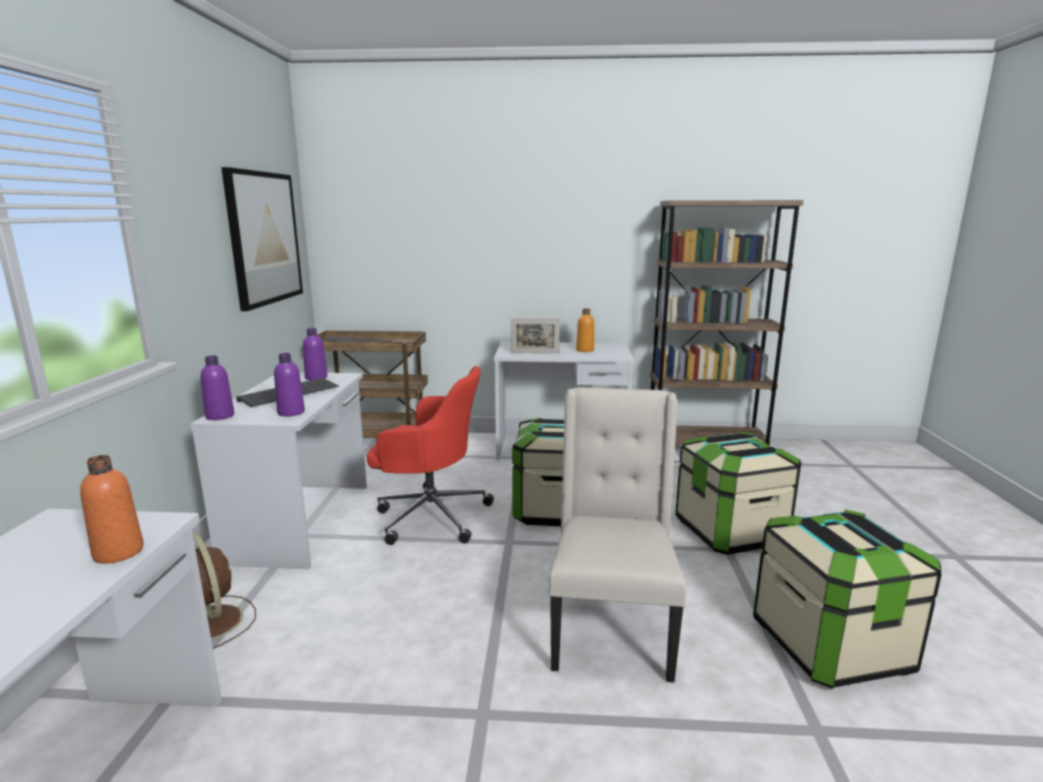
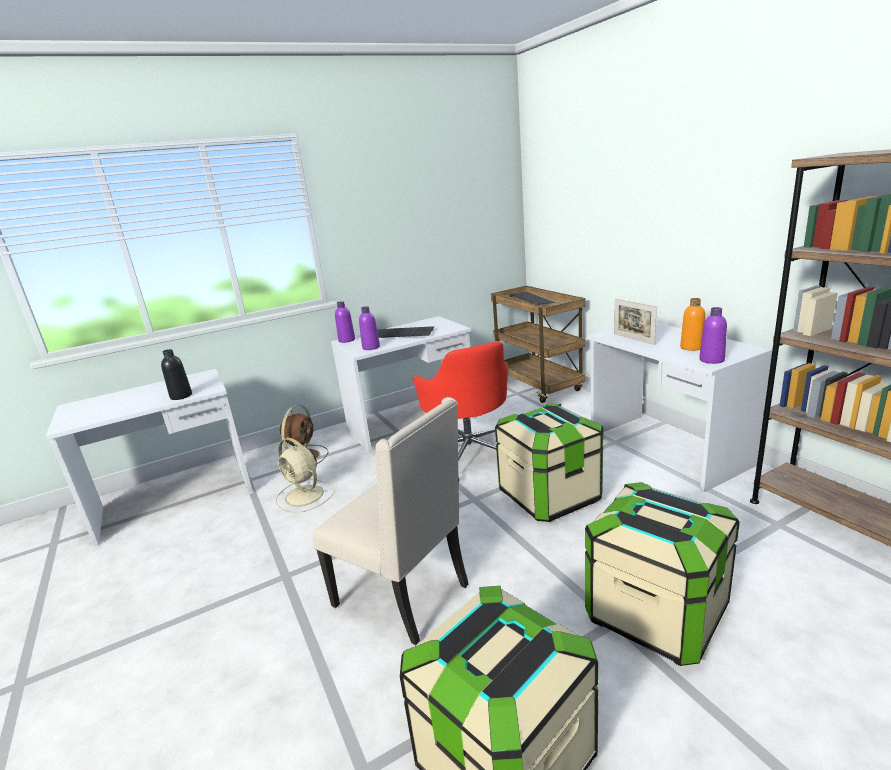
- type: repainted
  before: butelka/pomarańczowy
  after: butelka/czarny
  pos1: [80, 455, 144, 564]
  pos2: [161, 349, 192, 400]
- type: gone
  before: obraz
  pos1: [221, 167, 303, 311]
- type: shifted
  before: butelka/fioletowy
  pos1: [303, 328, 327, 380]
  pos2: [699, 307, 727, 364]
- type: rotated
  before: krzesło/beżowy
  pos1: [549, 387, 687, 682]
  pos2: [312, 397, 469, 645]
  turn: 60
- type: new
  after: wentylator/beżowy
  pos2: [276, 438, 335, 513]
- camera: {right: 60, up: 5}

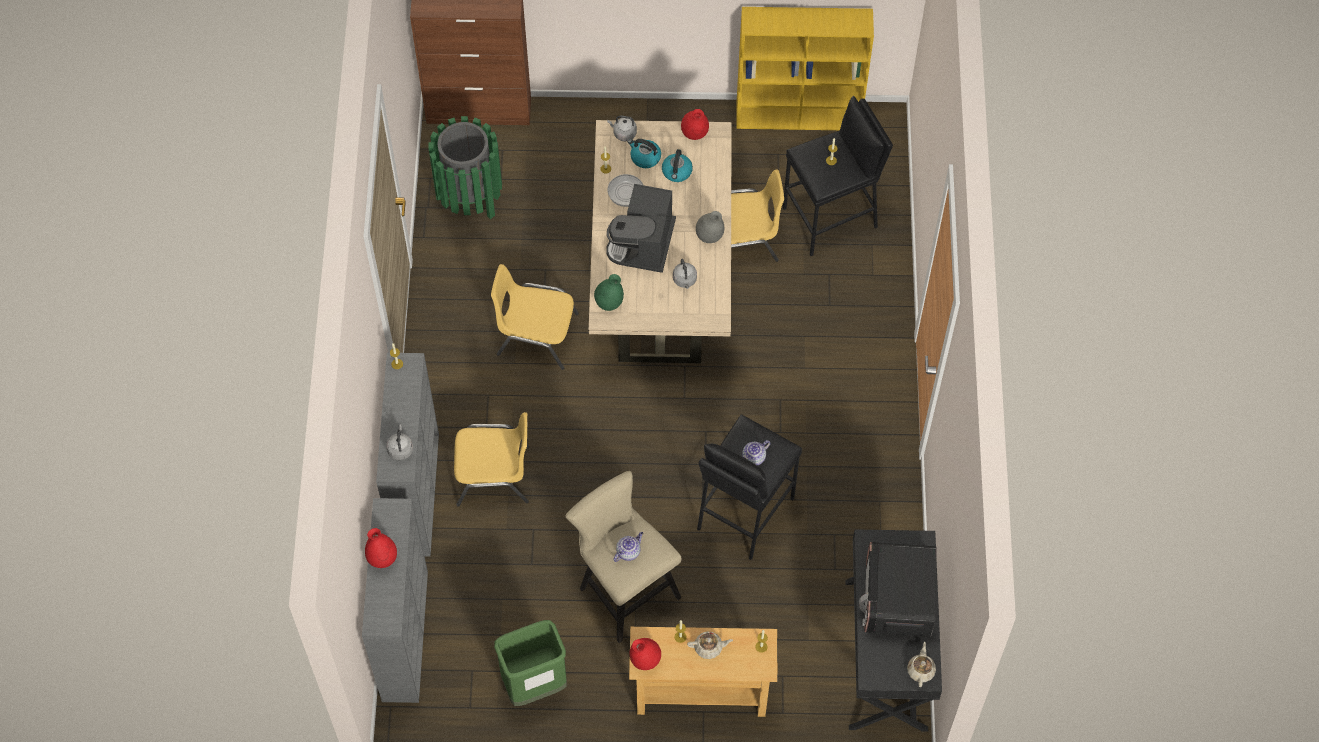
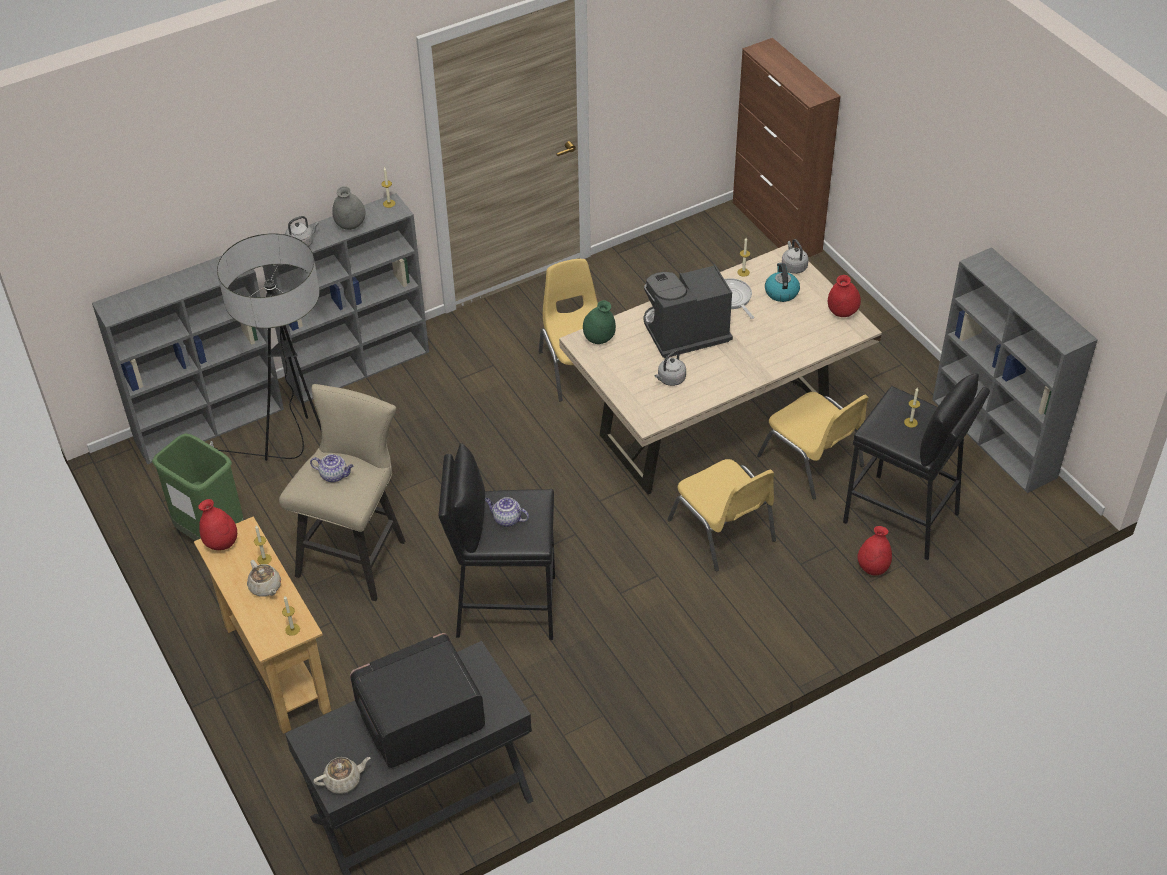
- type: shifted
  before: wazon/czerwony
  pos1: [365, 528, 397, 568]
  pos2: [857, 526, 892, 576]
- type: gone
  before: kosz na śmieci/zielony
  pos1: [428, 116, 502, 219]
- type: shifted
  before: krzesło/żółty
  pos1: [454, 412, 529, 507]
  pos2: [668, 459, 776, 571]
- type: gone
  before: czajnik
  pos1: [662, 149, 693, 182]
- type: shifted
  before: wazon/szary
  pos1: [696, 211, 724, 243]
  pos2: [332, 186, 366, 230]
- type: repainted
  before: regał/żółty
  after: regał/szary
  pos1: [736, 7, 874, 130]
  pos2: [932, 247, 1098, 493]
- type: new
  after: lampa stojąca
  pos2: [210, 233, 321, 461]
- camera: {right: 60, up: -15}

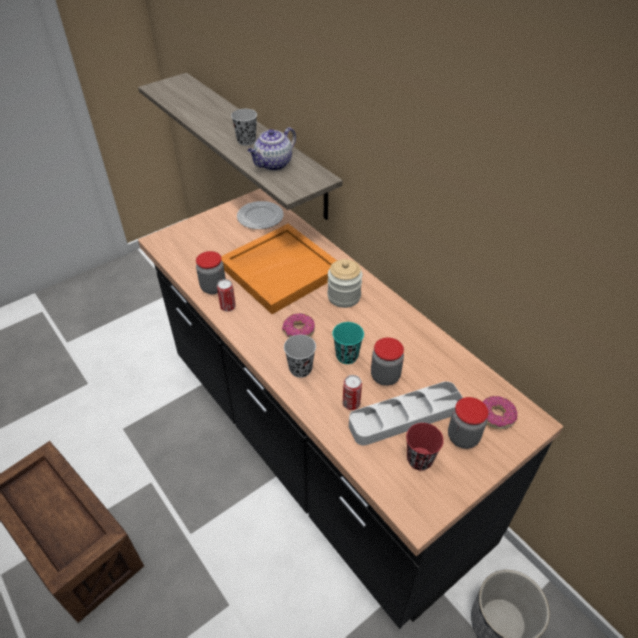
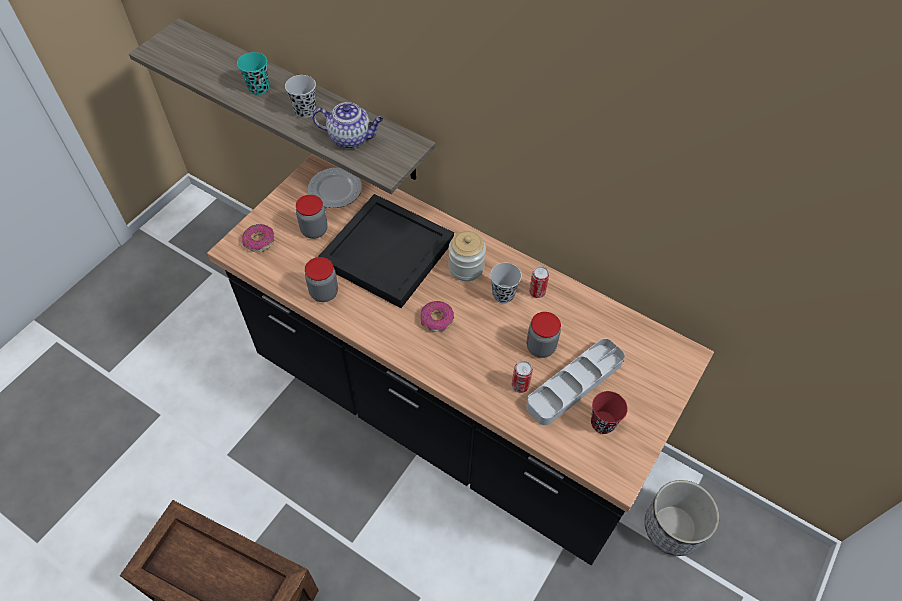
- type: shifted
  before: puszka
  pos1: [217, 279, 236, 312]
  pos2: [529, 266, 549, 298]
- type: repainted
  before: taca/pomarańczowy
  after: taca/czarny
  pos1: [221, 224, 337, 314]
  pos2: [318, 194, 454, 308]
- type: rotated
  before: imbryk
  pos1: [247, 127, 296, 171]
  pos2: [312, 102, 384, 148]
  turn: -105
- type: shifted
  before: filiżanka/czarny
  pos1: [284, 335, 316, 378]
  pos2: [490, 262, 522, 303]
- type: shifted
  before: filiżanka/turkusowy
  pos1: [332, 322, 364, 364]
  pos2: [237, 52, 269, 95]
- type: shifted
  before: słoik
  pos1: [448, 397, 488, 449]
  pos2: [296, 195, 328, 239]
- type: shifted
  before: donut
  pos1: [483, 396, 517, 429]
  pos2: [242, 224, 275, 252]
- camera: {right: -20, up: 10}

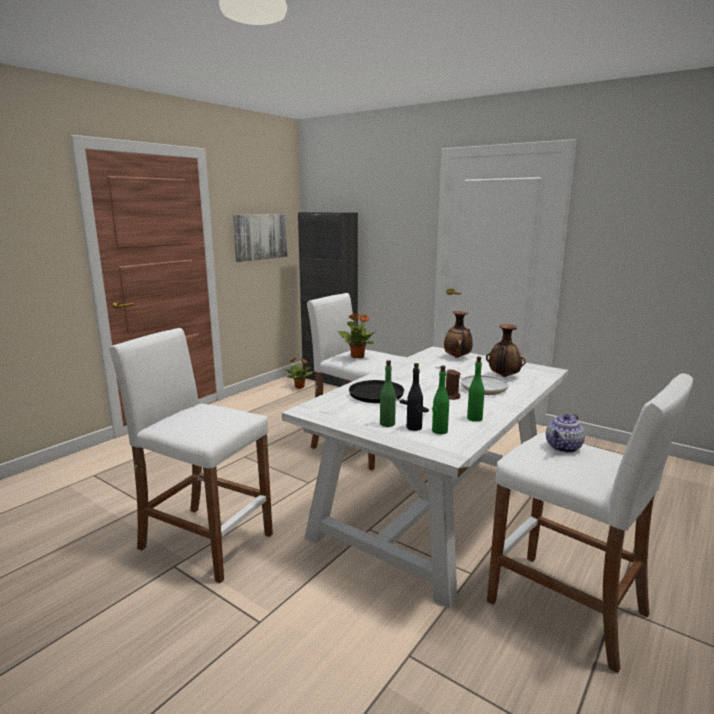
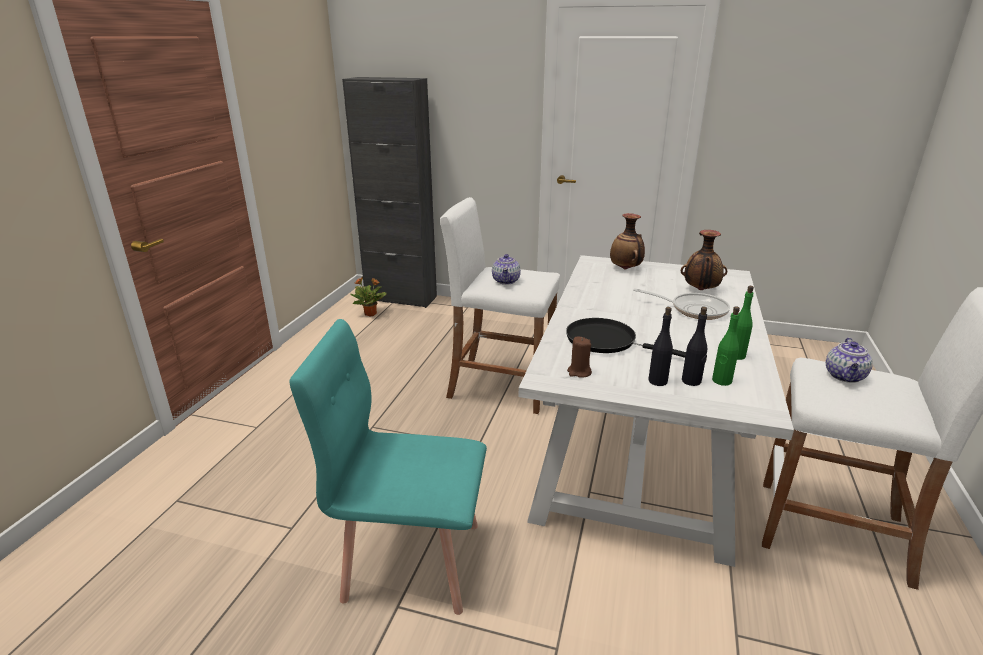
- type: swapped
  before: stołek/biały
  after: krzesło/turkusowy
  pos1: [109, 328, 273, 583]
  pos2: [289, 319, 487, 615]
- type: gone
  before: obraz
  pos1: [233, 214, 288, 262]
- type: swapped
  before: roślina doniczkowa
  after: imbryk
  pos1: [338, 313, 377, 358]
  pos2: [492, 254, 521, 285]
- type: repainted
  before: butelka/zielony
  after: butelka/czarny
  pos1: [380, 360, 396, 427]
  pos2: [648, 307, 673, 386]
- type: shifted
  before: świeca/brązowy
  pos1: [446, 369, 461, 400]
  pos2: [567, 337, 592, 378]
- camera: {right: -20, up: 10}

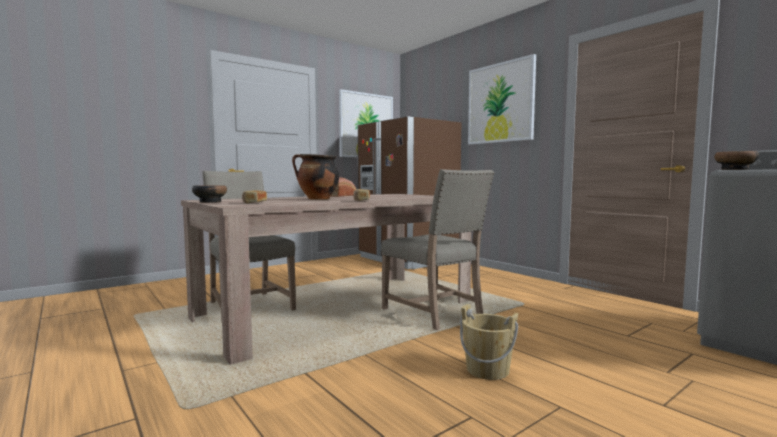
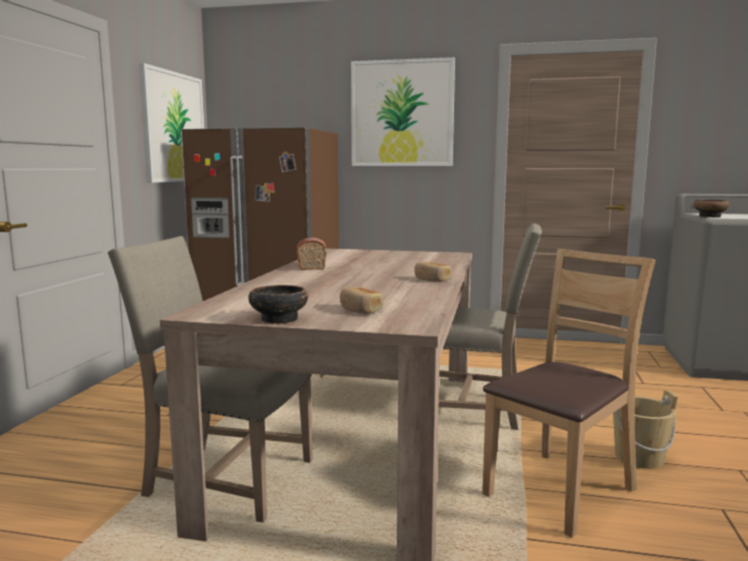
- type: gone
  before: garnek
  pos1: [292, 154, 339, 199]
- type: new
  after: krzesło/brązowy
  pos2: [482, 249, 656, 538]
- camera: {right: -40, up: 5}

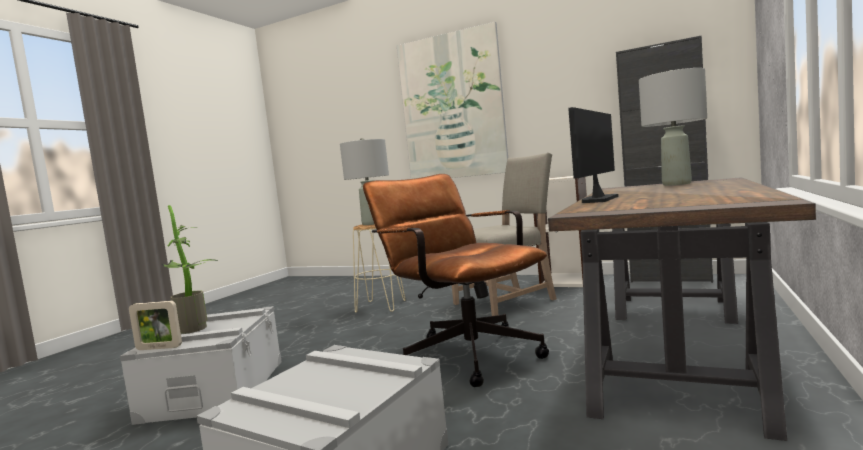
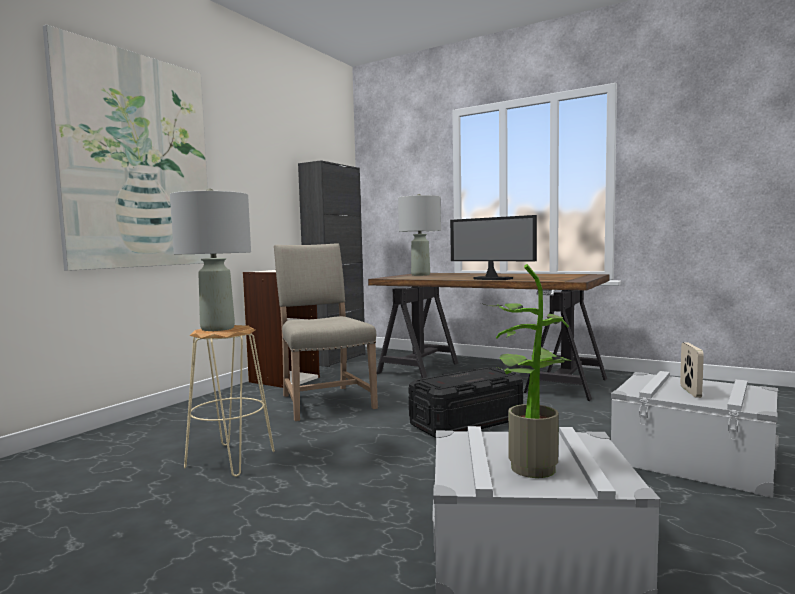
- type: shifted
  before: ramka na zdjęcie
  pos1: [129, 301, 182, 350]
  pos2: [680, 342, 704, 398]
- type: swapped
  before: krzesło biurowe/brązowy
  after: pojemnik do przechowywania/czarny
  pos1: [363, 174, 549, 387]
  pos2: [408, 367, 523, 438]
- camera: {right: -85, up: 0}

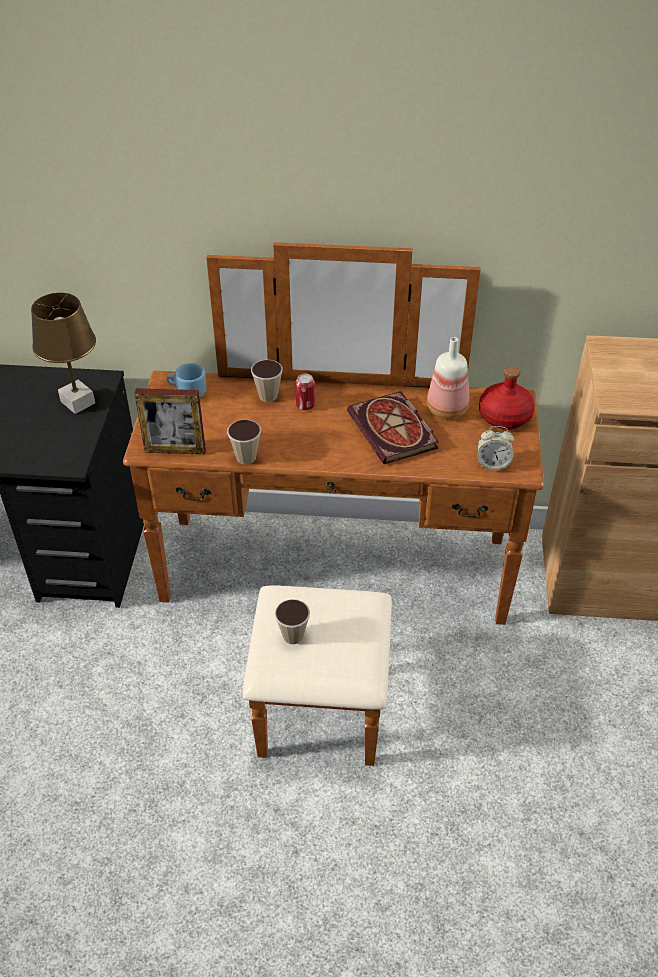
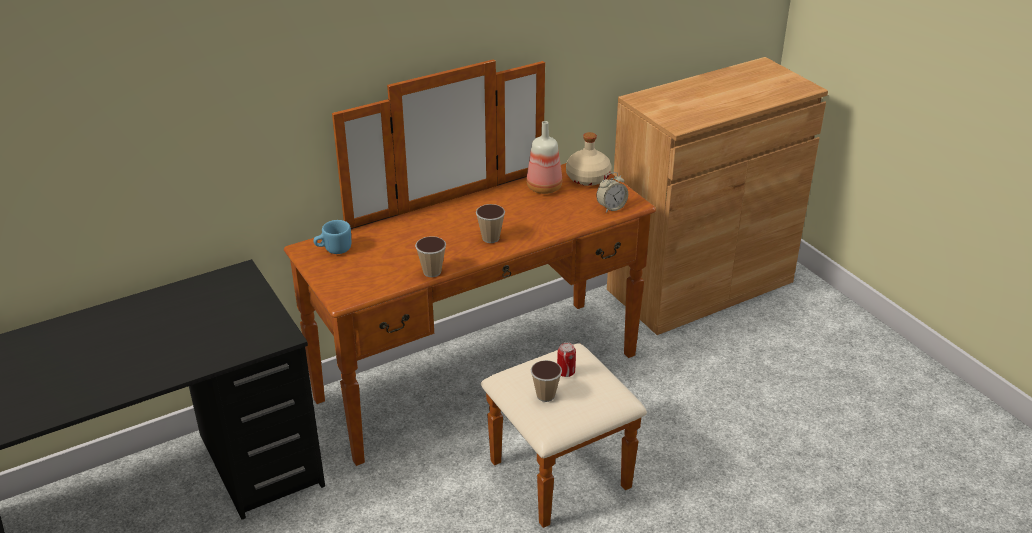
- type: gone
  before: lampa stołowa/brązowy
  pos1: [31, 293, 96, 414]
- type: gone
  before: ramka na zdjęcie
  pos1: [135, 388, 206, 455]
- type: shifted
  before: filiżanka
  pos1: [251, 360, 283, 402]
  pos2: [476, 204, 505, 243]
- type: shifted
  before: puszka
  pos1: [296, 374, 315, 410]
  pos2: [557, 342, 576, 377]
- type: gone
  before: książka
  pos1: [347, 391, 439, 464]
- type: repainted
  before: butelka/czerwony
  after: butelka/beżowy
  pos1: [479, 366, 535, 429]
  pos2: [566, 132, 612, 186]
- camera: {right: -35, up: -10}

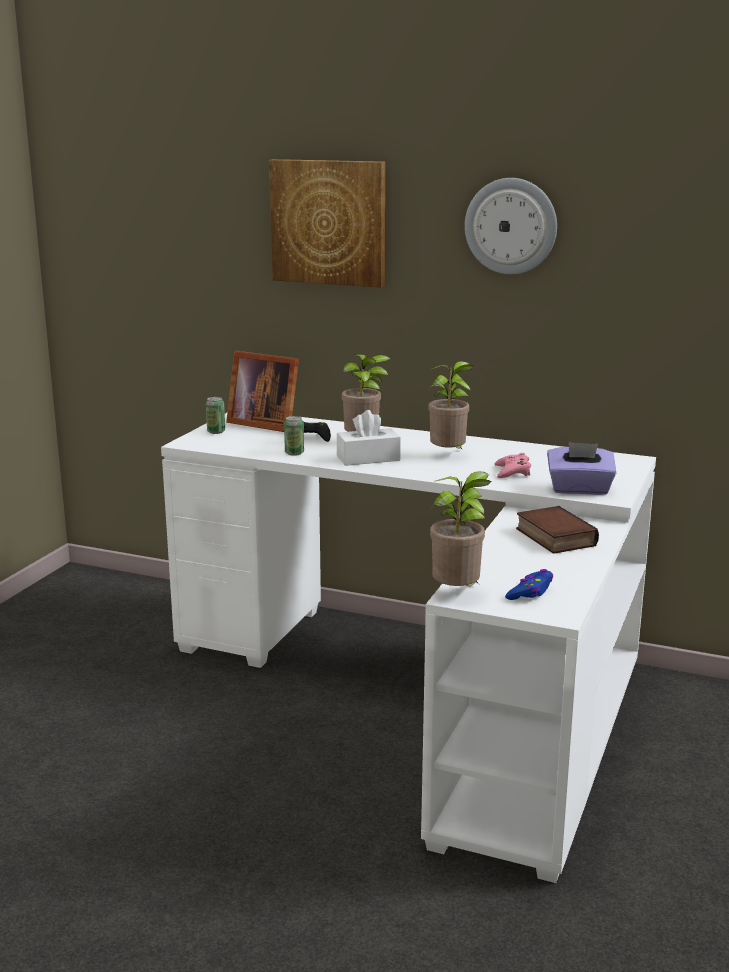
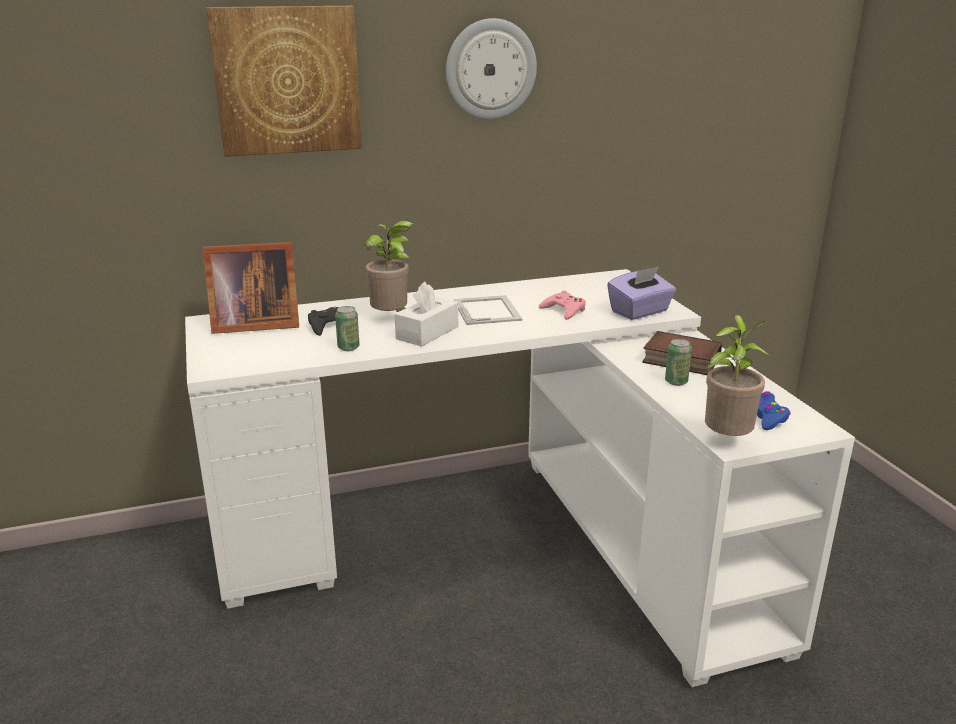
- type: shifted
  before: puszka
  pos1: [206, 397, 225, 434]
  pos2: [665, 339, 692, 386]
- type: swapped
  before: roślina doniczkowa
  after: ramka na zdjęcie
  pos1: [428, 361, 474, 449]
  pos2: [454, 295, 523, 325]
- camera: {right: -40, up: 5}

